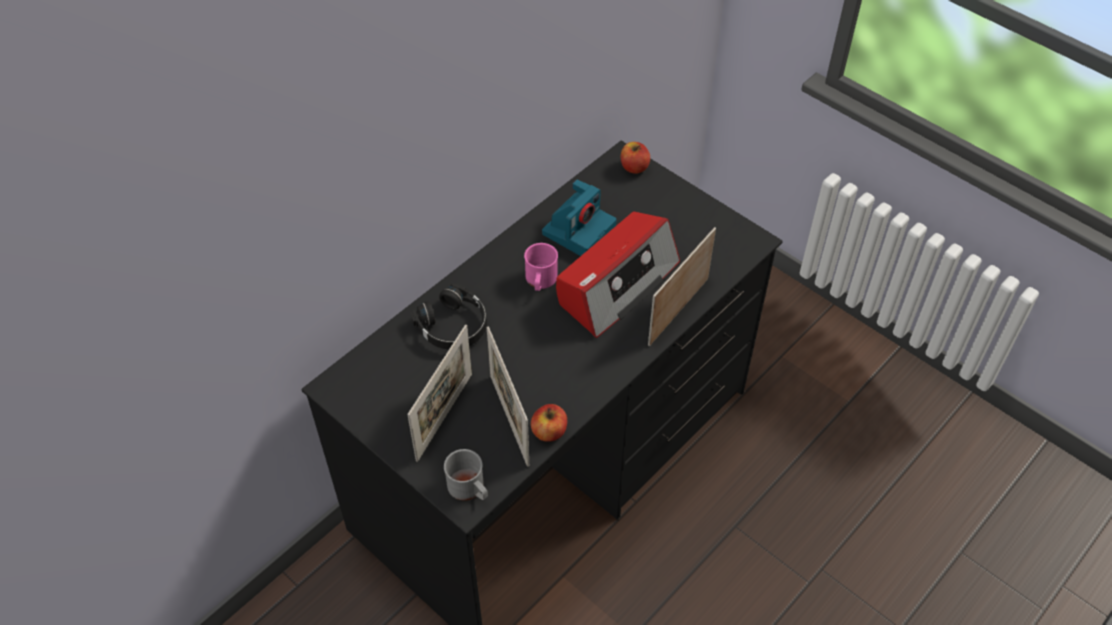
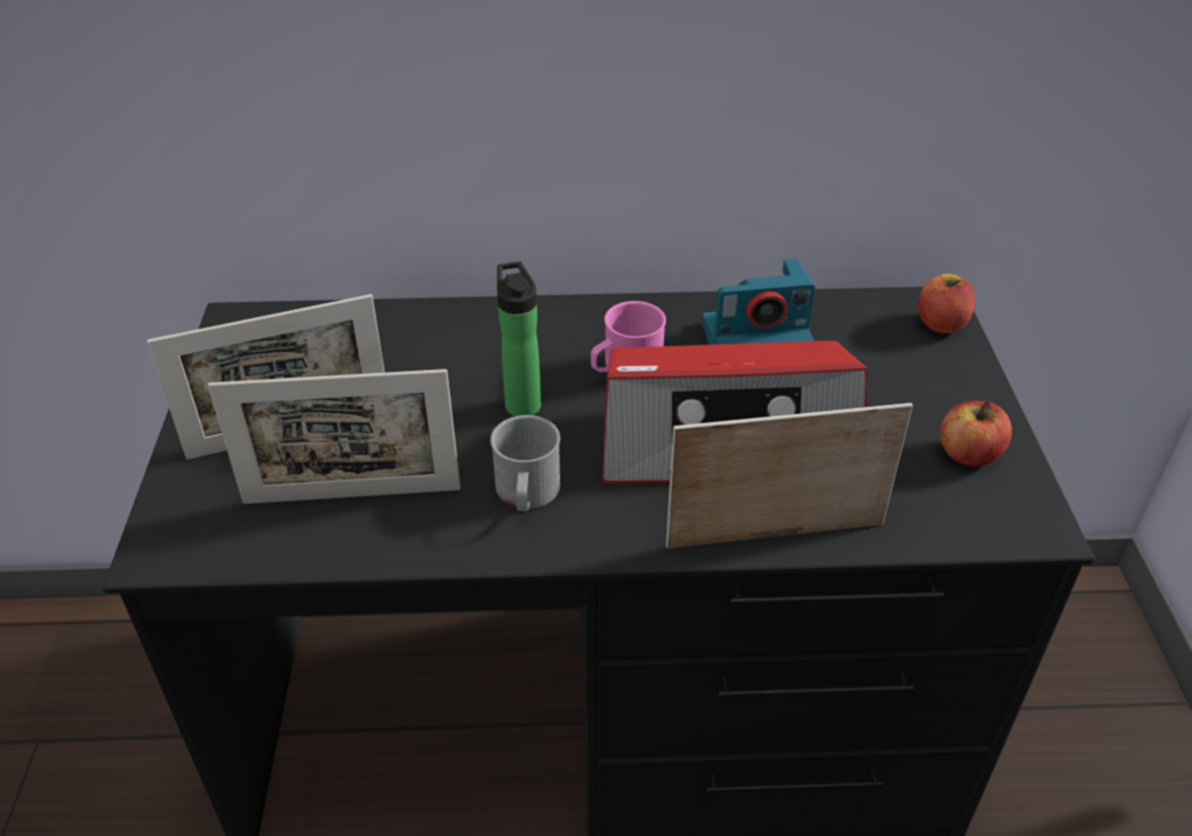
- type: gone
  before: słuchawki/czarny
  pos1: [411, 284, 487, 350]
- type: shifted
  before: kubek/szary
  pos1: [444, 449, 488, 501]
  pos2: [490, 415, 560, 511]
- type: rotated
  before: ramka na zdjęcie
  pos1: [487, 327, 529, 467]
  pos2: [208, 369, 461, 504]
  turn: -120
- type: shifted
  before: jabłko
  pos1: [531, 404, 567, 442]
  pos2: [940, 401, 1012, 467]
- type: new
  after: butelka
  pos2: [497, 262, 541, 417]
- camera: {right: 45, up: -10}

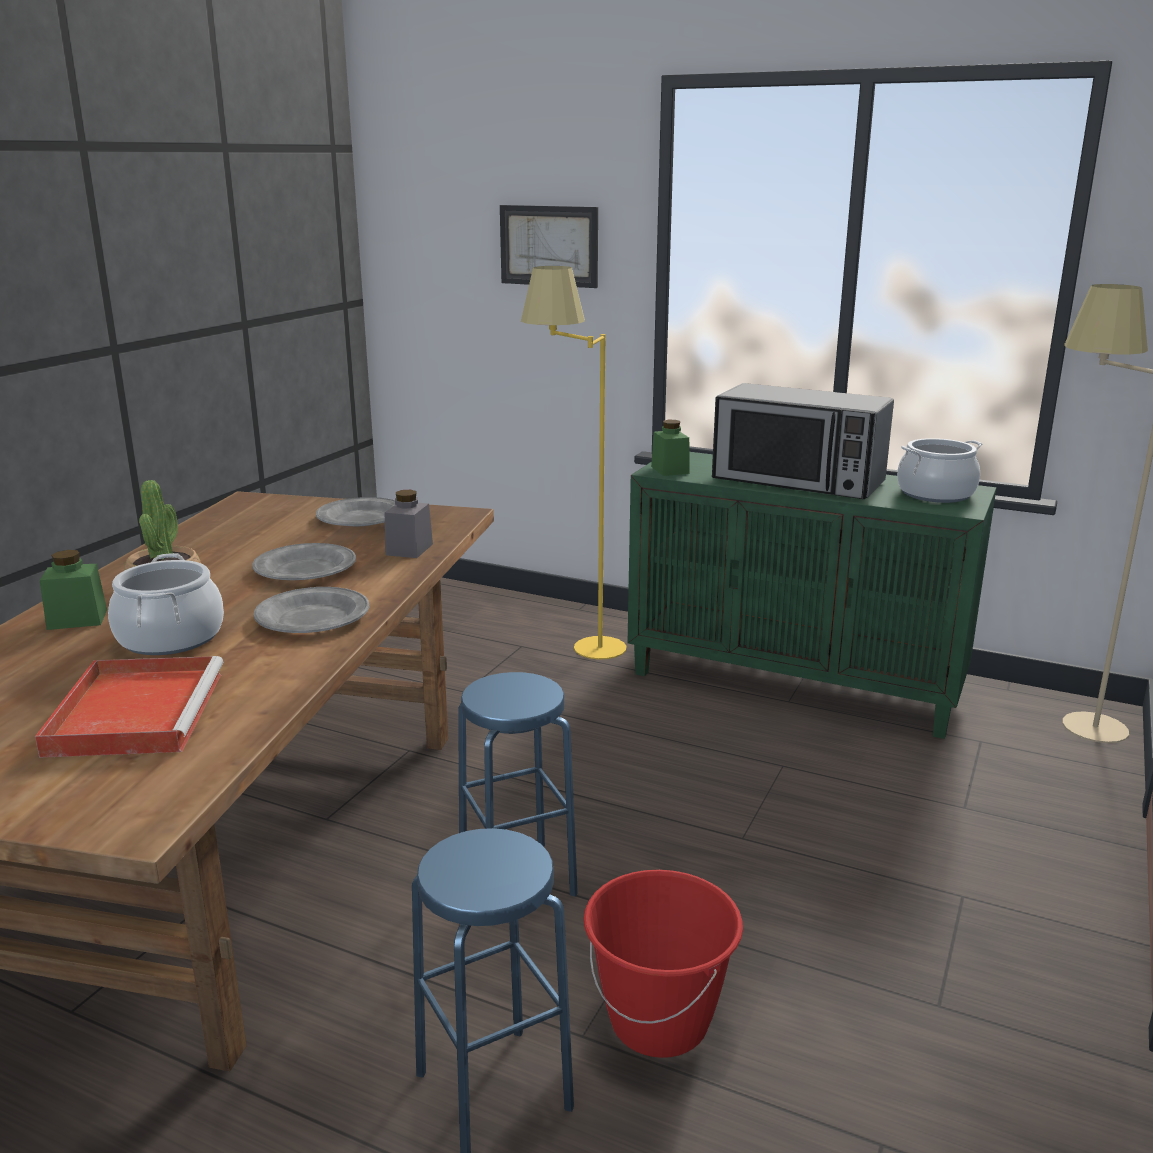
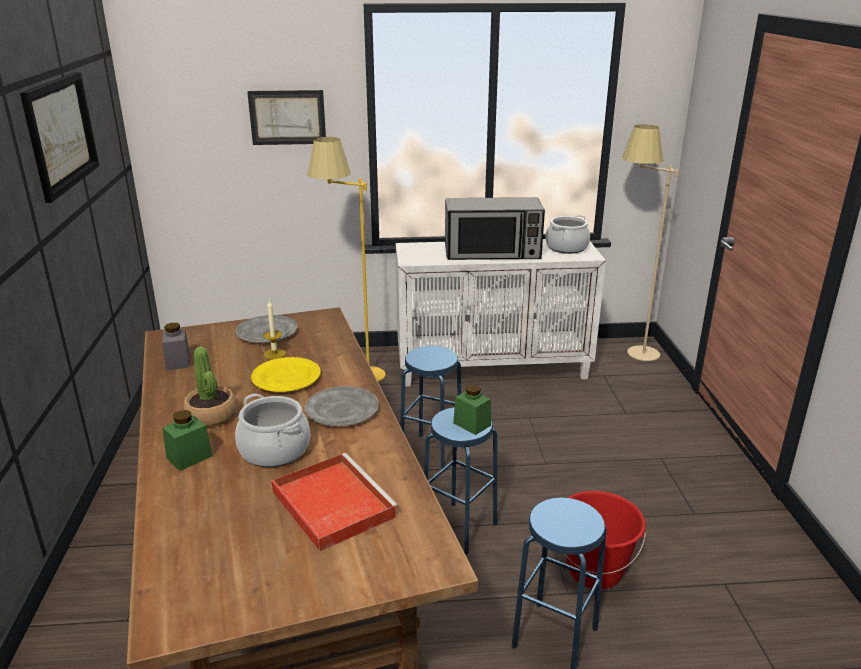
- type: repainted
  before: talerz/szary
  after: talerz/żółty
  pos1: [252, 543, 356, 580]
  pos2: [251, 357, 321, 392]
- type: shifted
  before: słoik/szary
  pos1: [385, 490, 433, 558]
  pos2: [162, 323, 190, 370]
- type: repainted
  before: szafka/zielony
  after: szafka/biały
  pos1: [628, 452, 997, 739]
  pos2: [396, 239, 606, 387]
- type: shifted
  before: słoik/zielony
  pos1: [651, 420, 690, 476]
  pos2: [453, 384, 491, 435]
- type: new
  after: obraz
  pos2: [20, 72, 99, 203]
- type: new
  after: świeca
  pos2: [263, 301, 286, 359]
- type: new
  after: stołek/niebieski
  pos2: [400, 346, 461, 470]
- camera: {right: -30, up: 5}

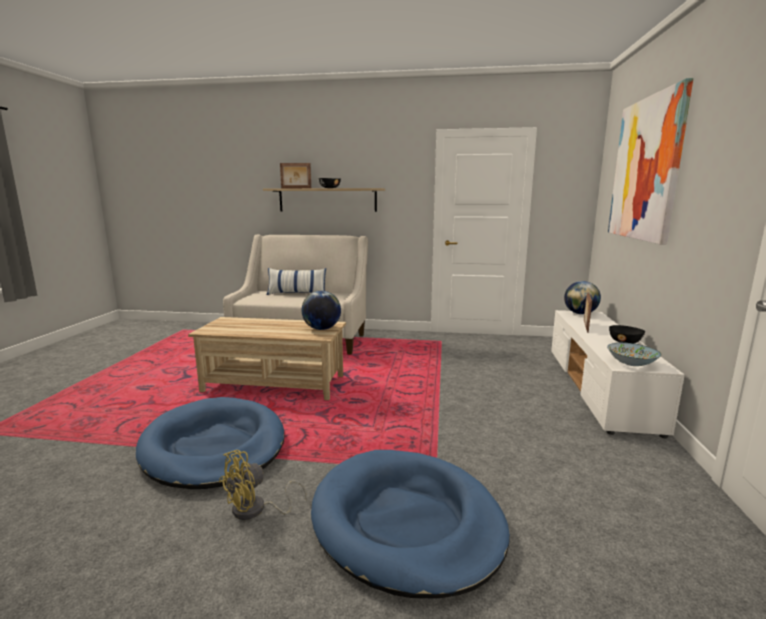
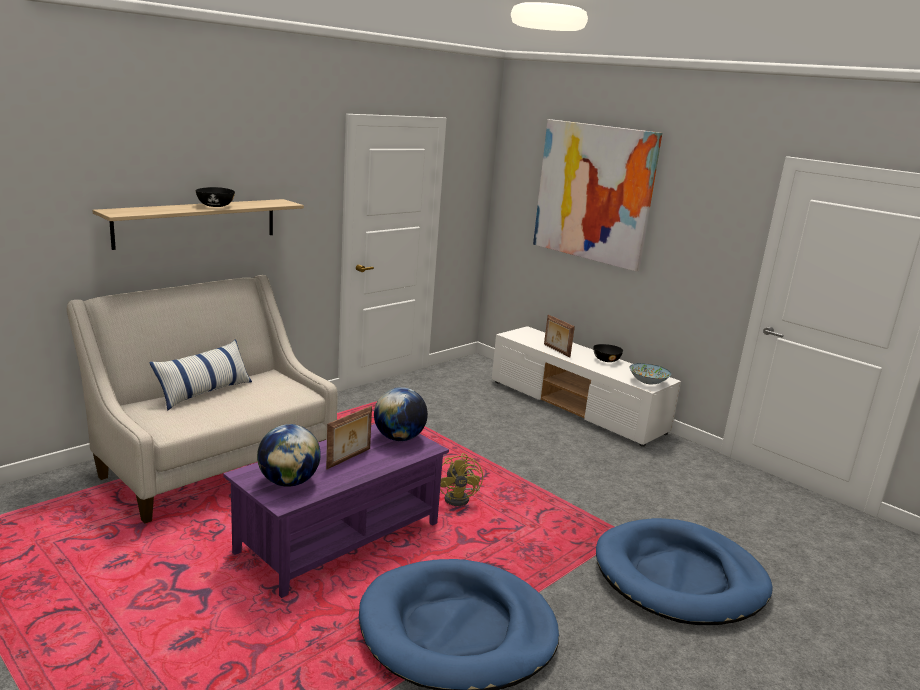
- type: repainted
  before: ława/beżowy
  after: ława/fioletowy
  pos1: [188, 317, 346, 400]
  pos2: [223, 424, 449, 598]
- type: shifted
  before: wentylator/żółty
  pos1: [219, 450, 307, 520]
  pos2: [440, 453, 483, 506]
- type: shifted
  before: ramka na zdjęcie
  pos1: [280, 163, 311, 188]
  pos2: [326, 406, 372, 469]
- type: shifted
  before: globus
  pos1: [564, 281, 601, 314]
  pos2: [257, 424, 321, 487]
- camera: {right: -55, up: 5}

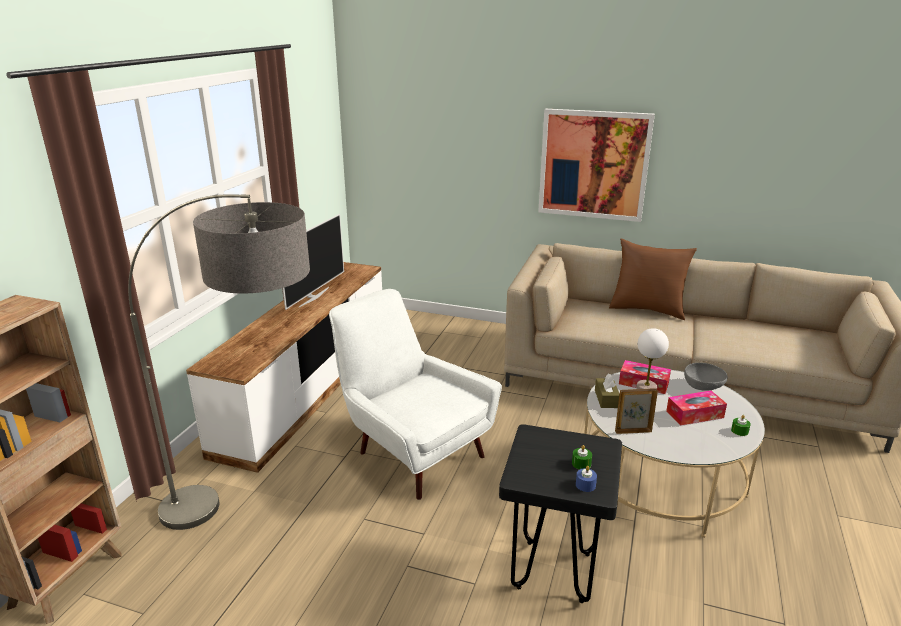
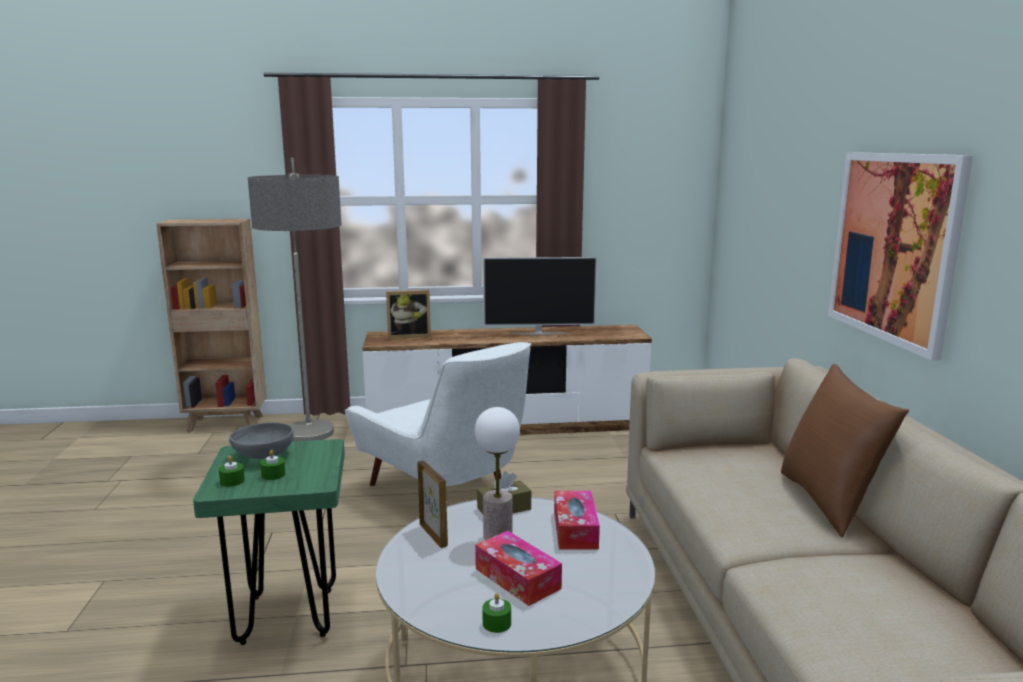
- type: rotated
  before: fotel/biały
  pos1: [329, 289, 502, 500]
  pos2: [345, 342, 531, 486]
  turn: 120
- type: repainted
  before: stołek/czarny
  after: stołek/zielony
  pos1: [499, 424, 622, 603]
  pos2: [193, 439, 345, 645]
- type: repainted
  before: świeca/niebieski
  after: świeca/zielony
  pos1: [576, 466, 597, 492]
  pos2: [219, 456, 245, 487]
- type: shifted
  before: miska/szary
  pos1: [684, 363, 727, 391]
  pos2: [229, 423, 293, 459]
- type: new
  after: ramka na zdjęcie
  pos2: [386, 290, 431, 339]
- camera: {right: 65, up: -10}

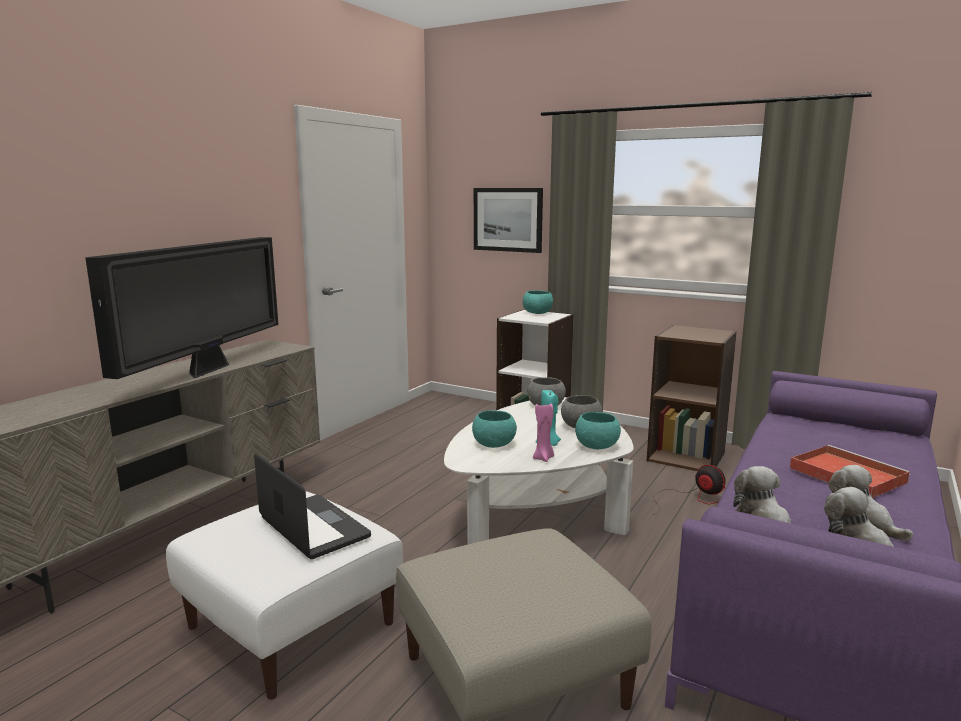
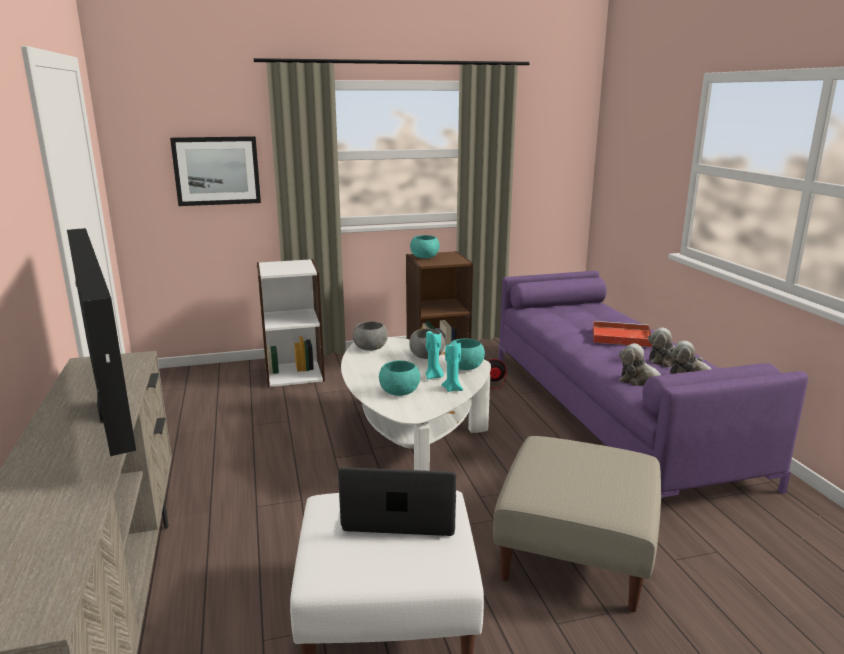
- type: shifted
  before: miska/turkusowy
  pos1: [523, 290, 553, 314]
  pos2: [410, 235, 440, 258]
- type: repainted
  before: świeca/różowy
  after: świeca/turkusowy
  pos1: [533, 401, 554, 462]
  pos2: [441, 341, 463, 392]
- camera: {right: -45, up: 5}

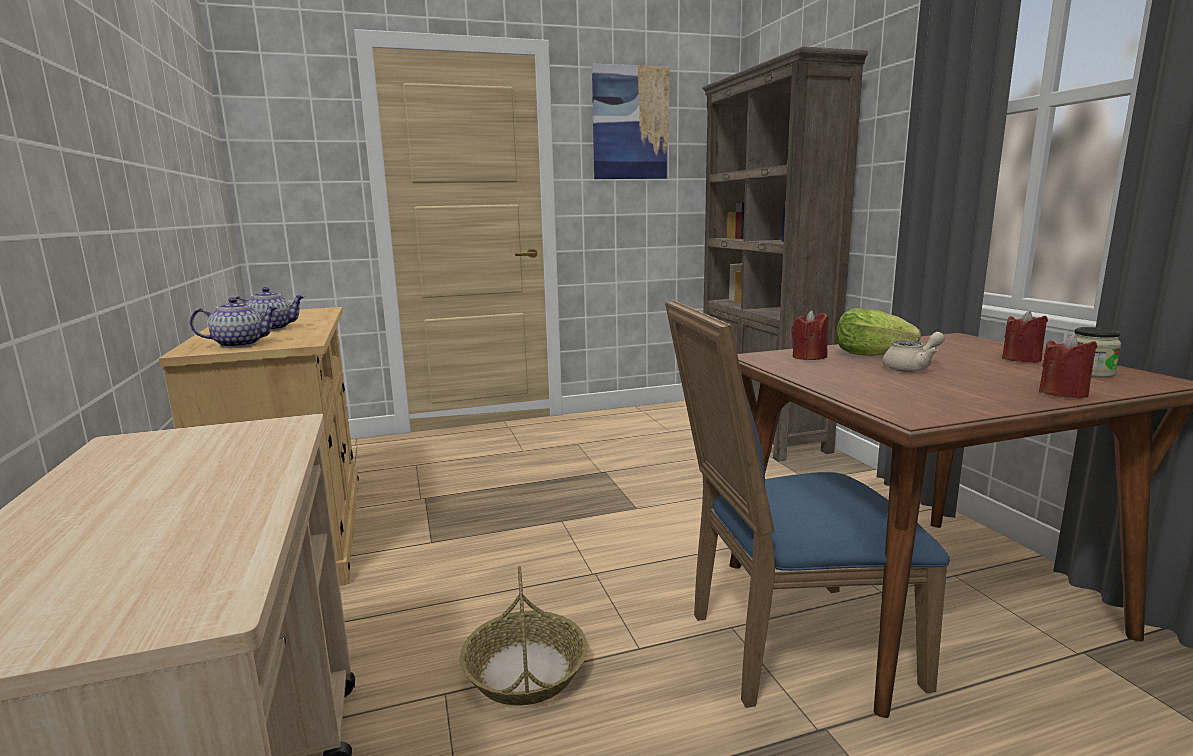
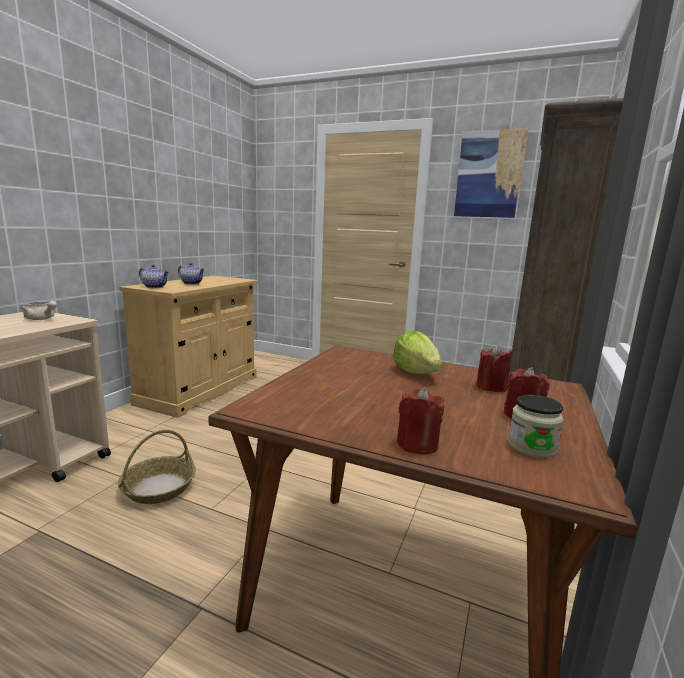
- type: gone
  before: krzesło/niebieski
  pos1: [665, 300, 950, 708]
- type: shifted
  before: świeca/czerwony
  pos1: [791, 310, 829, 360]
  pos2: [476, 345, 513, 392]
- type: shifted
  before: imbryk/beżowy
  pos1: [882, 332, 945, 372]
  pos2: [20, 301, 57, 320]
- camera: {right: 40, up: 0}

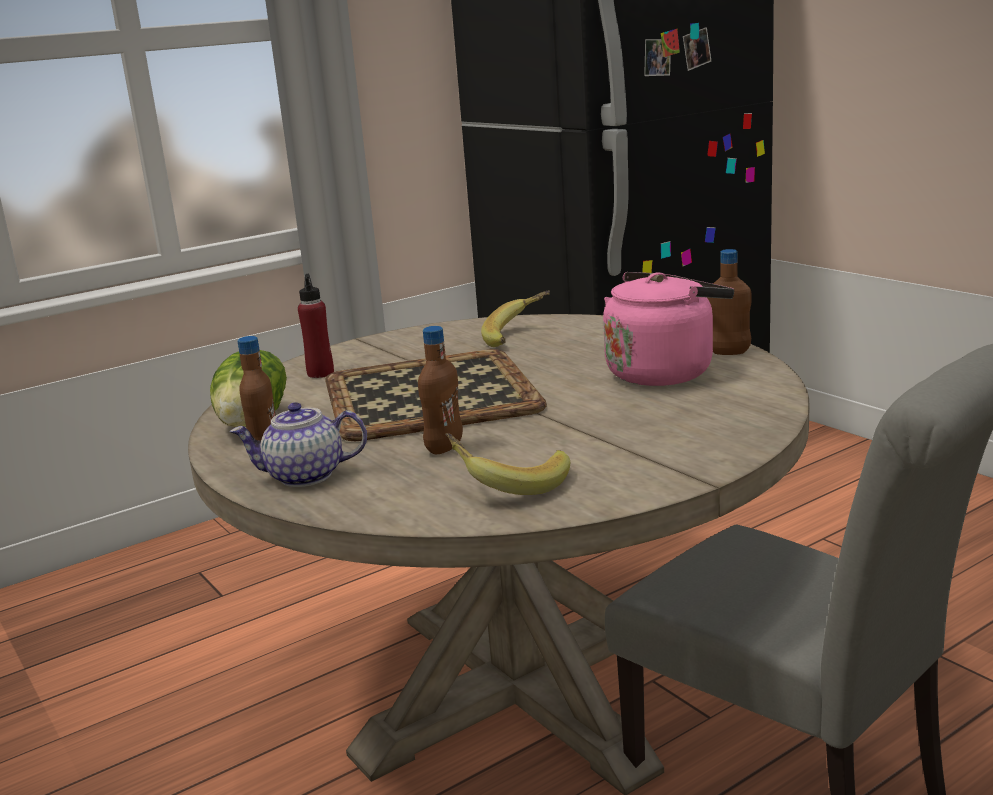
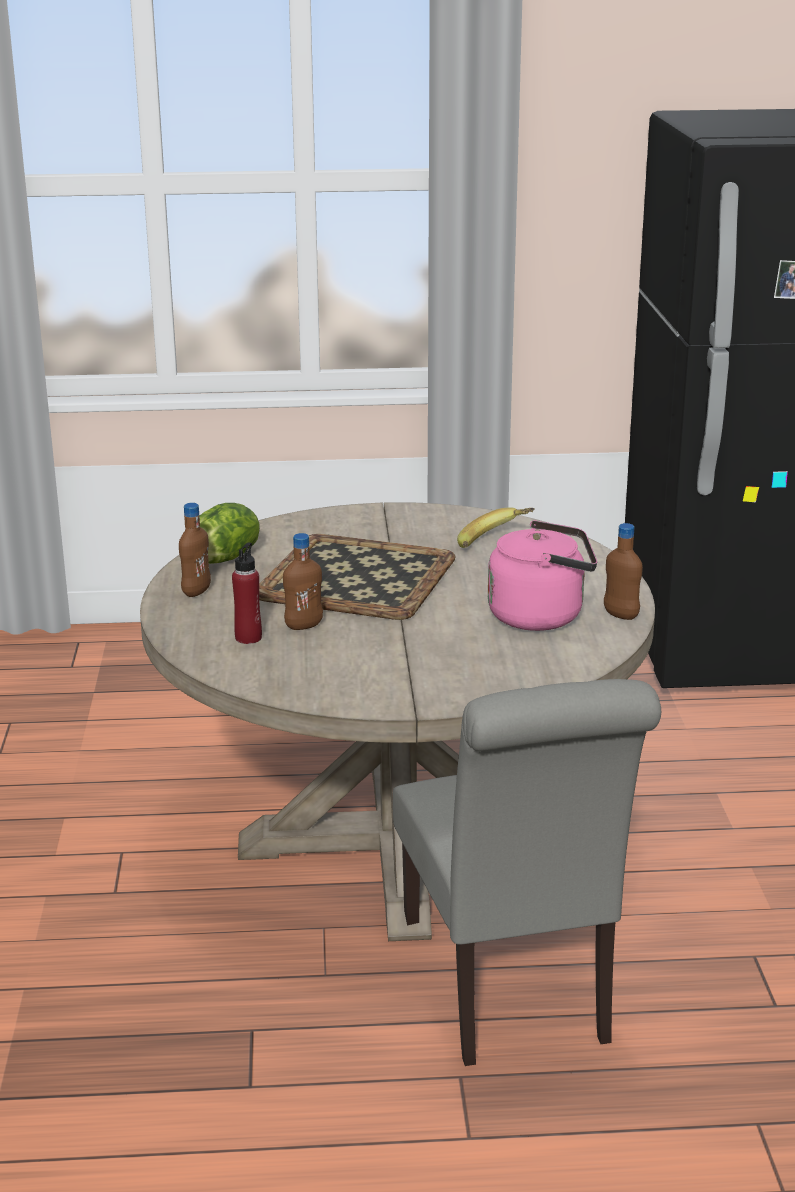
- type: gone
  before: imbryk
  pos1: [230, 402, 367, 487]
- type: shifted
  before: butelka/czerwony
  pos1: [298, 274, 334, 378]
  pos2: [232, 542, 262, 644]
- type: gone
  before: banan
  pos1: [445, 433, 570, 495]
- camera: {right: 30, up: 5}

